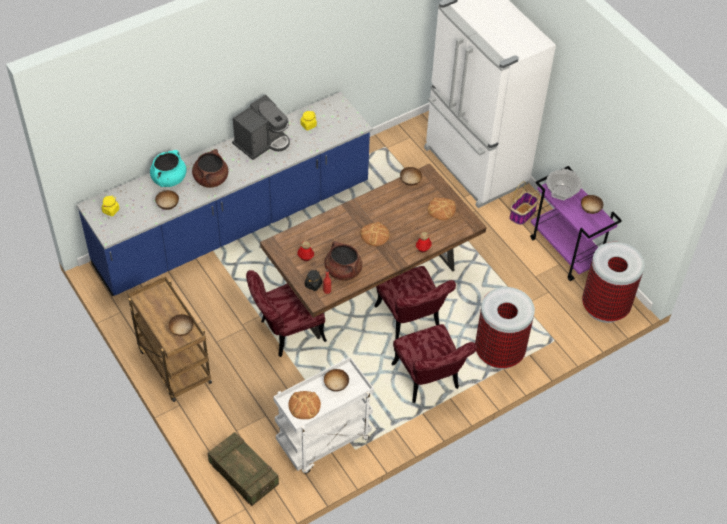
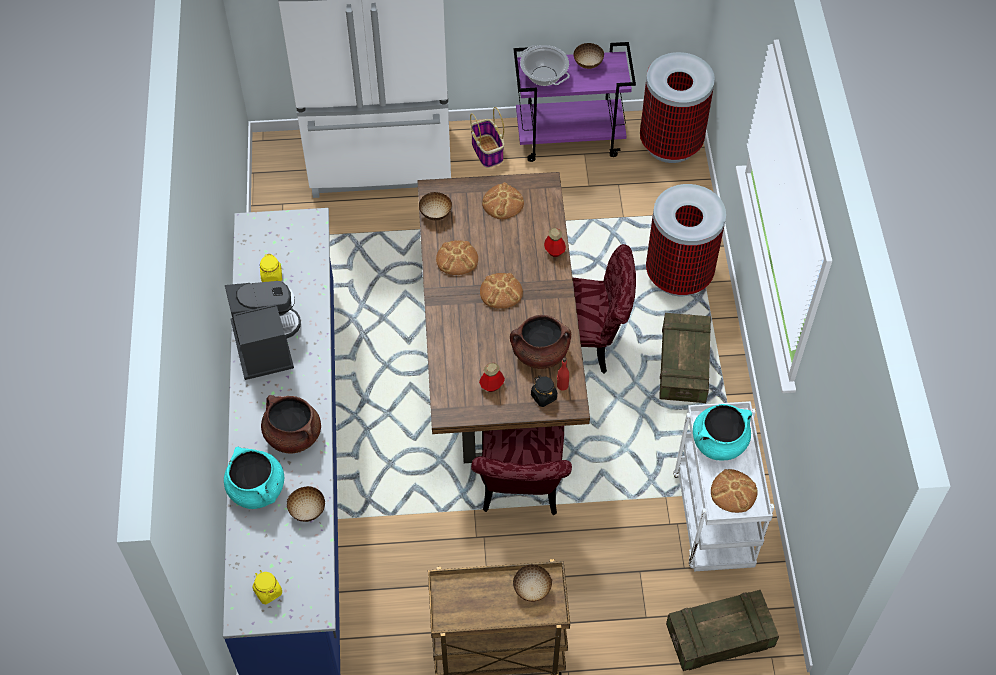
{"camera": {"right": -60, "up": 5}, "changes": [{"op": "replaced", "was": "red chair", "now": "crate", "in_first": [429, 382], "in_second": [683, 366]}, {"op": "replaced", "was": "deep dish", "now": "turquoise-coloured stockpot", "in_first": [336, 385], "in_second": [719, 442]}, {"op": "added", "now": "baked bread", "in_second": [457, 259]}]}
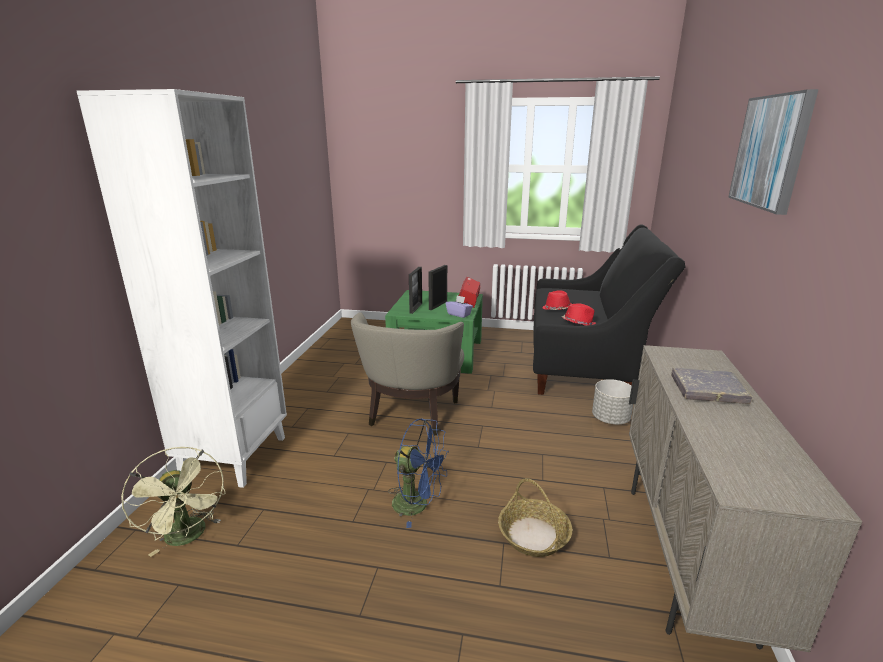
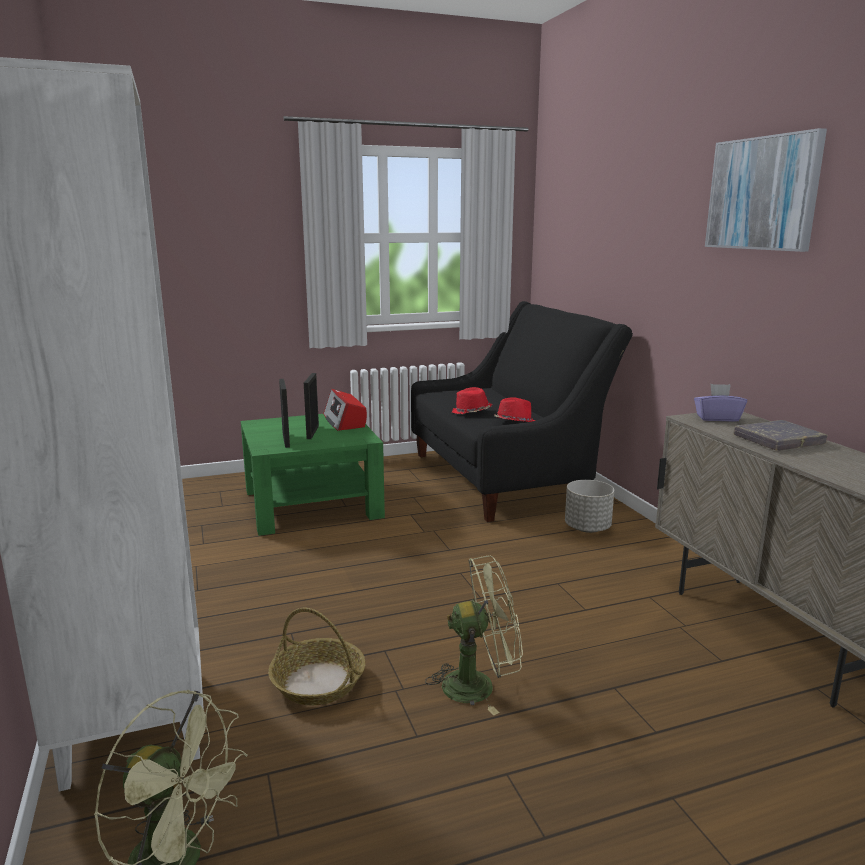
{"camera": {"right": -30, "up": -5}, "changes": [{"op": "moved", "was": "purple tissue box", "in_first": [459, 314], "in_second": [717, 418]}, {"op": "removed", "was": "beige easy chair", "in_first": [411, 415]}, {"op": "recoloured", "was": "blue electric fan", "now": "green-coloured electric fan", "in_first": [418, 505], "in_second": [479, 685]}, {"op": "moved", "was": "basket", "in_first": [534, 535], "in_second": [318, 682]}]}
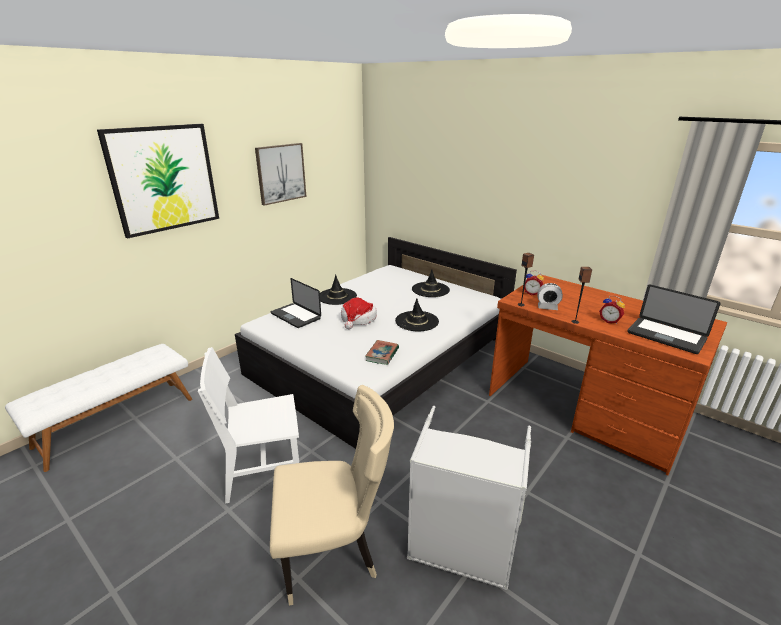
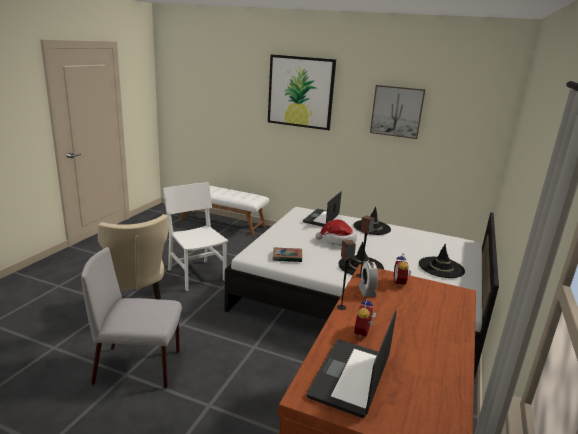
{"camera": {"right": 70, "up": -5}, "changes": [{"op": "replaced", "was": "grey washing basket", "now": "grey chair", "in_first": [460, 550], "in_second": [139, 367]}]}
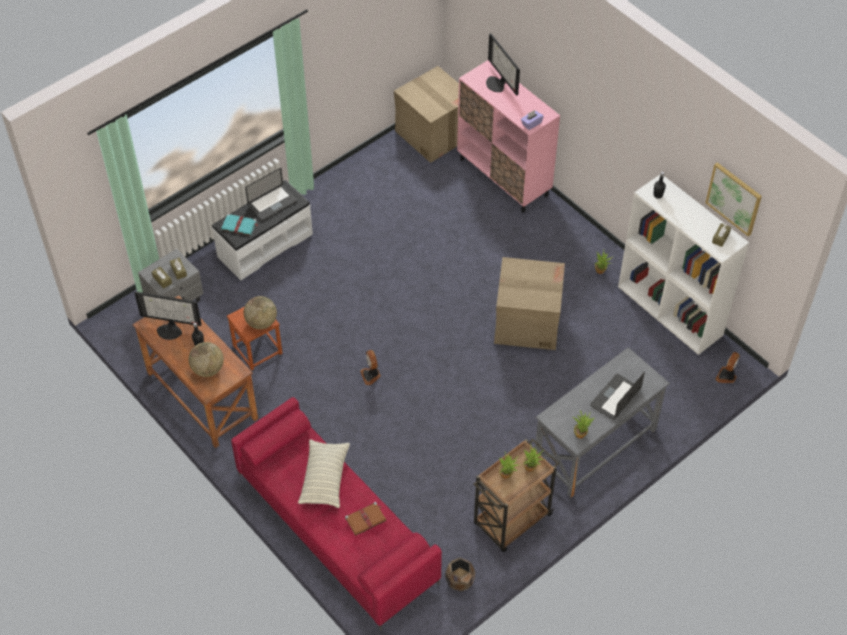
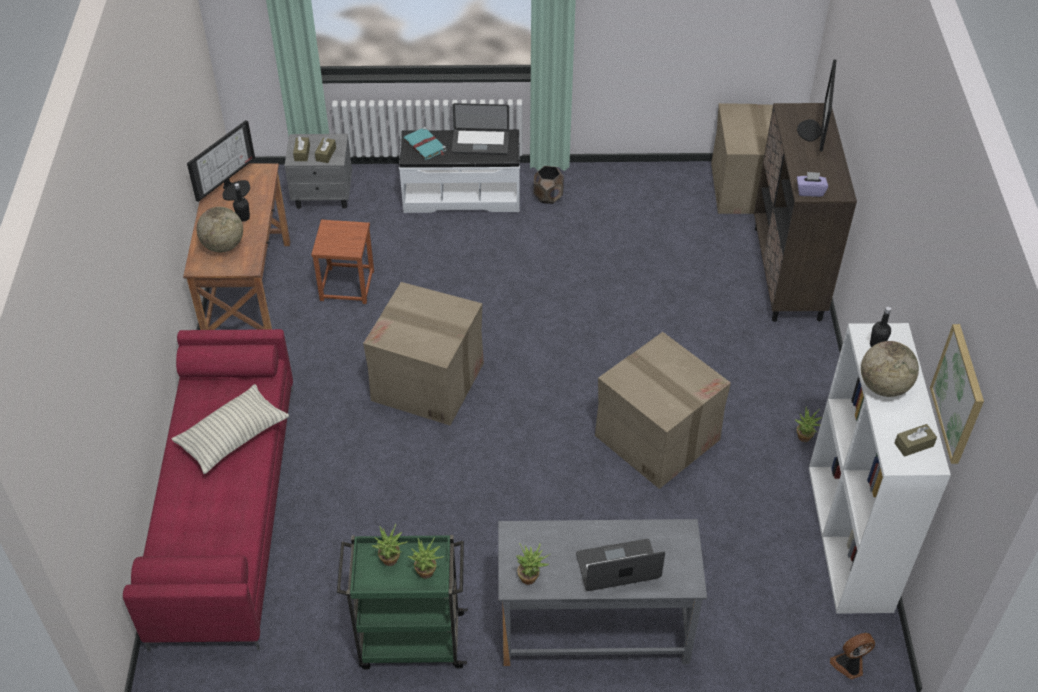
{"camera": {"right": 40, "up": -5}, "changes": [{"op": "recoloured", "was": "pink-coloured cabinet", "now": "brownish cabinet", "in_first": [504, 177], "in_second": [787, 273]}, {"op": "turned", "was": "monitor", "in_first": [170, 329], "in_second": [234, 189], "clockwise": -105}, {"op": "moved", "was": "globe", "in_first": [261, 322], "in_second": [883, 386]}, {"op": "replaced", "was": "electric fan", "now": "carton", "in_first": [371, 375], "in_second": [428, 382]}, {"op": "recoloured", "was": "brownish cart", "now": "green-coloured cart", "in_first": [511, 521], "in_second": [410, 641]}, {"op": "removed", "was": "brownish volume", "in_first": [366, 519]}, {"op": "moved", "was": "brownish planter", "in_first": [460, 580], "in_second": [548, 196]}]}
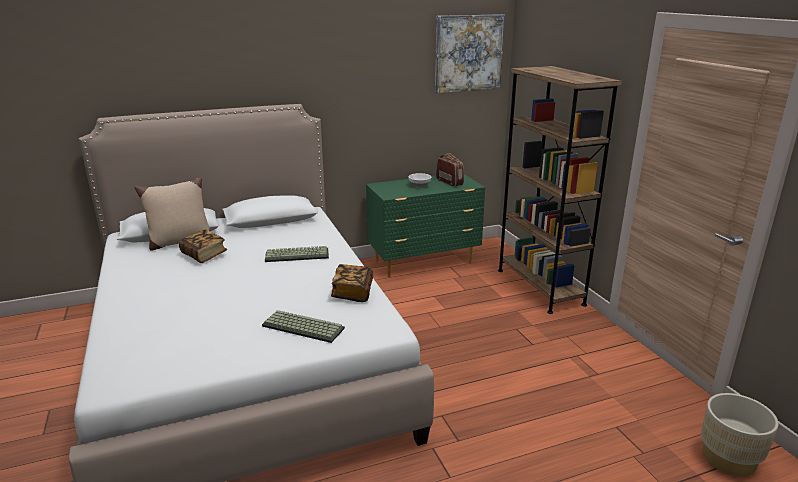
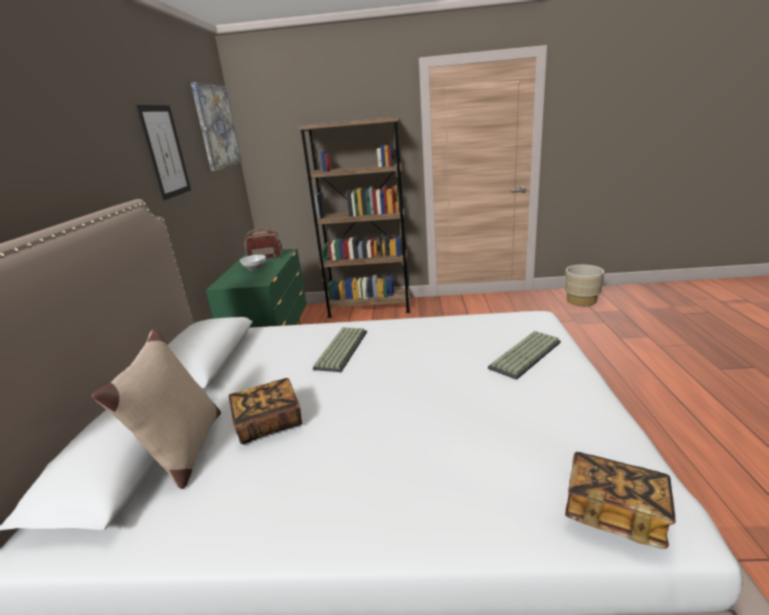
{"camera": {"right": -65, "up": 0}, "changes": [{"op": "moved", "was": "volume", "in_first": [352, 292], "in_second": [614, 512]}, {"op": "added", "now": "wall art", "in_second": [165, 152]}]}
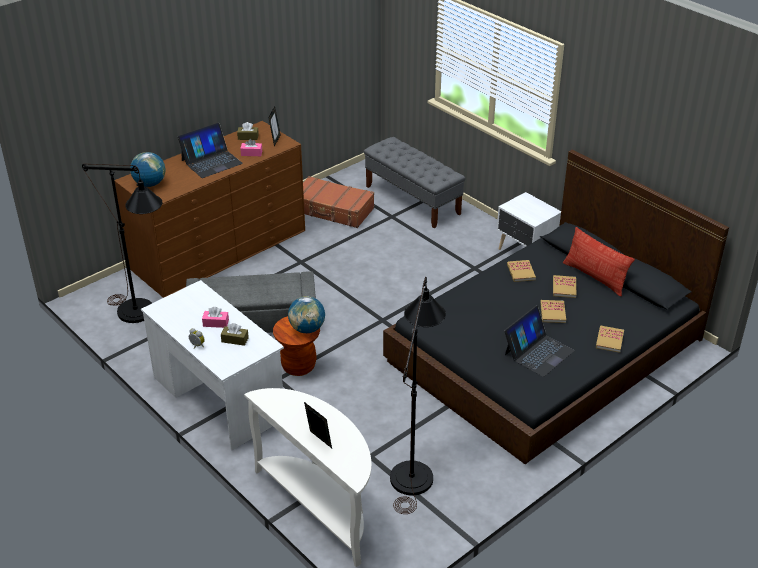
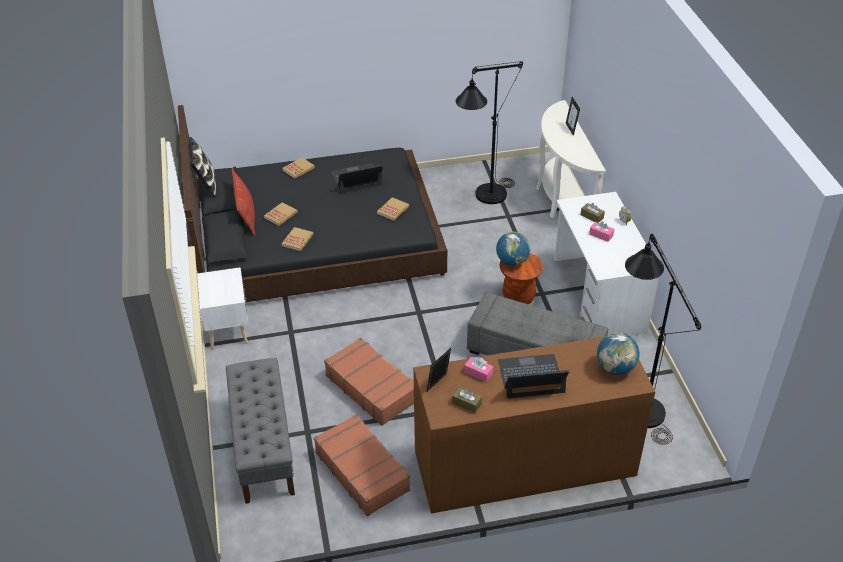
{"camera": {"right": -150, "up": 5}, "changes": [{"op": "moved", "was": "volume", "in_first": [552, 312], "in_second": [393, 210]}, {"op": "added", "now": "pillow", "in_second": [206, 184]}, {"op": "added", "now": "brownish piece of luggage", "in_second": [372, 388]}]}
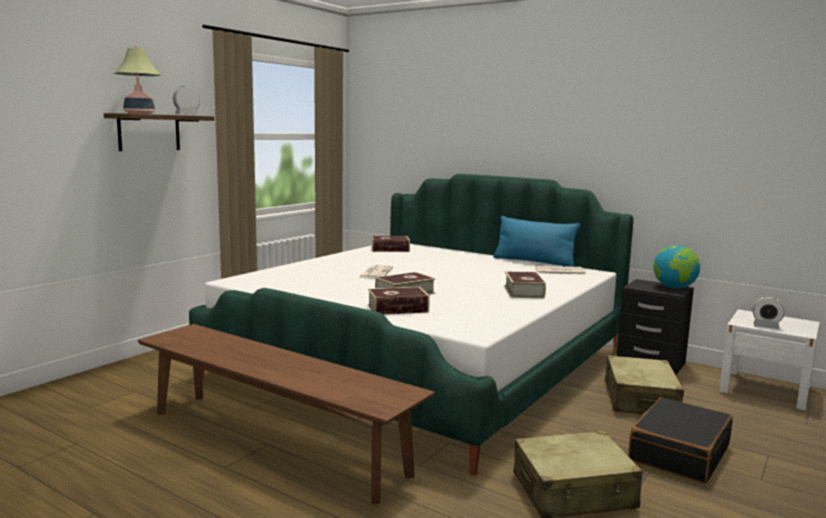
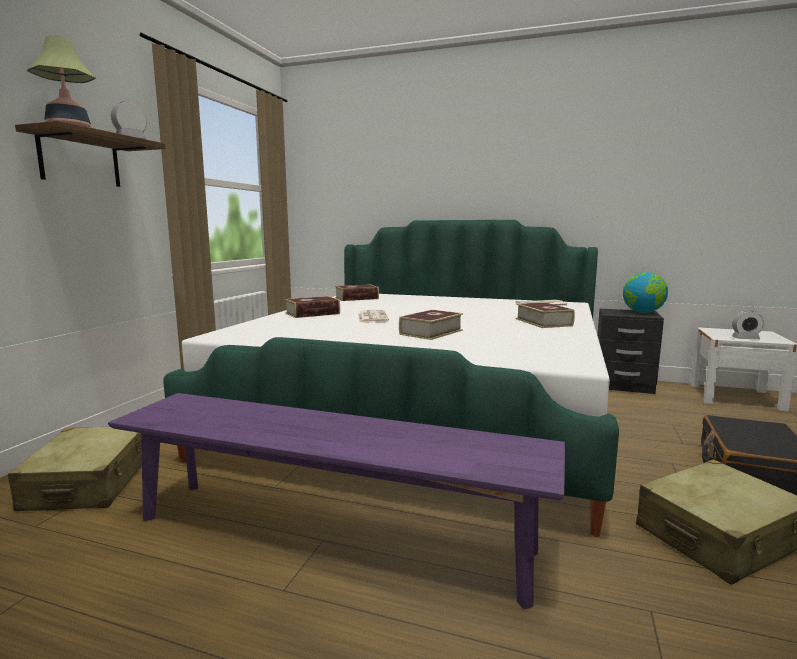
{"camera": {"right": -15, "up": 0}, "changes": [{"op": "removed", "was": "blue pillow", "in_first": [534, 262]}, {"op": "moved", "was": "volume", "in_first": [397, 308], "in_second": [312, 313]}, {"op": "recoloured", "was": "brownish bench", "now": "purple bench", "in_first": [274, 442], "in_second": [328, 534]}, {"op": "moved", "was": "beige piece of luggage", "in_first": [640, 400], "in_second": [88, 484]}]}
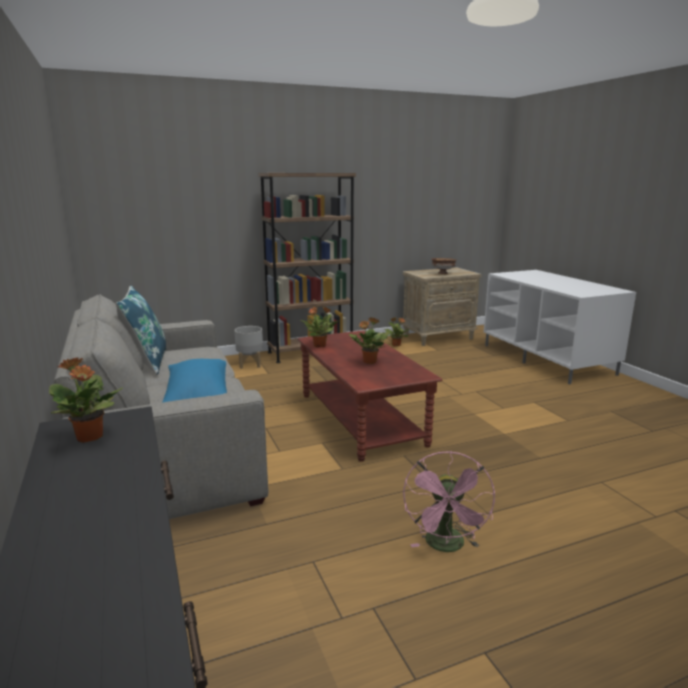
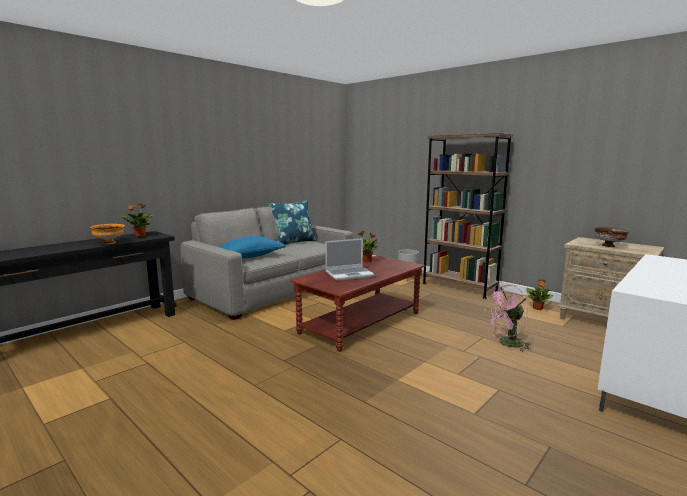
{"camera": {"right": 65, "up": -5}, "changes": [{"op": "replaced", "was": "houseplant", "now": "notebook computer", "in_first": [369, 362], "in_second": [349, 274]}, {"op": "moved", "was": "pink-coloured electric fan", "in_first": [446, 546], "in_second": [507, 344]}, {"op": "added", "now": "orange deep dish", "in_second": [109, 243]}]}
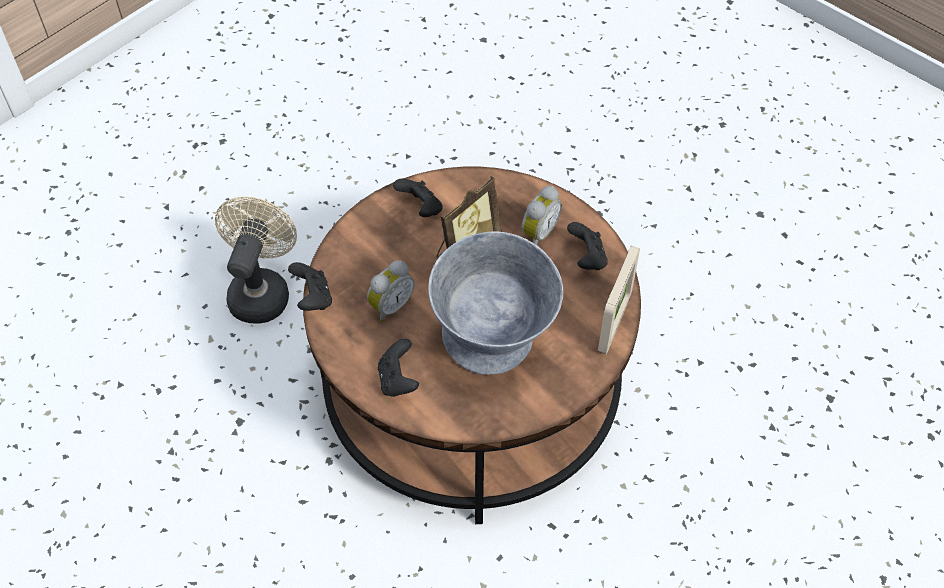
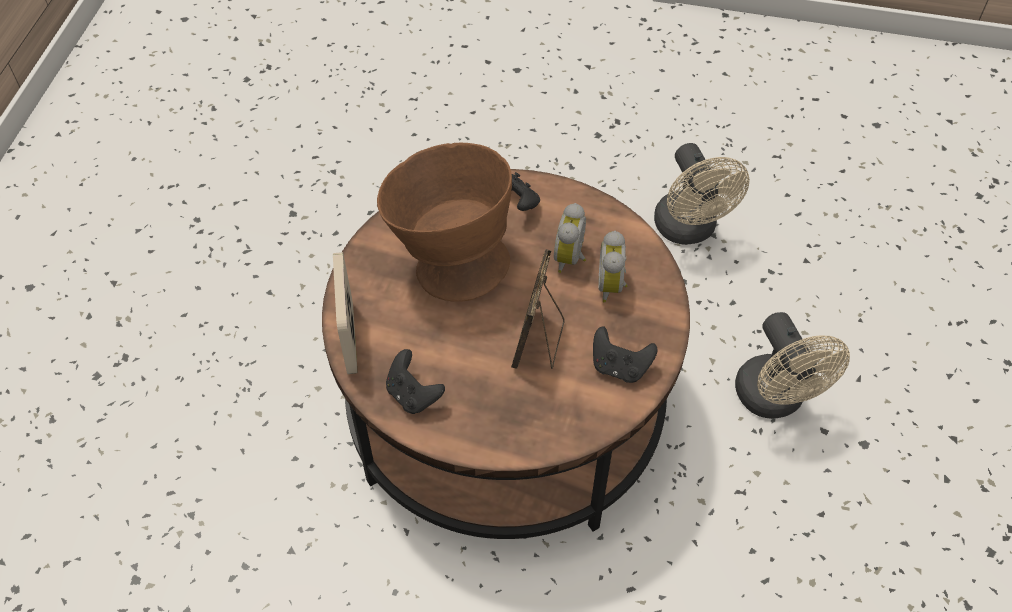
{"camera": {"right": 150, "up": 0}, "changes": [{"op": "moved", "was": "bedside clock", "in_first": [538, 232], "in_second": [612, 285]}, {"op": "recoloured", "was": "grey deep dish", "now": "brownish deep dish", "in_first": [493, 352], "in_second": [450, 261]}, {"op": "removed", "was": "blackish joypad", "in_first": [313, 298]}, {"op": "added", "now": "beige electric fan", "in_second": [689, 230]}]}
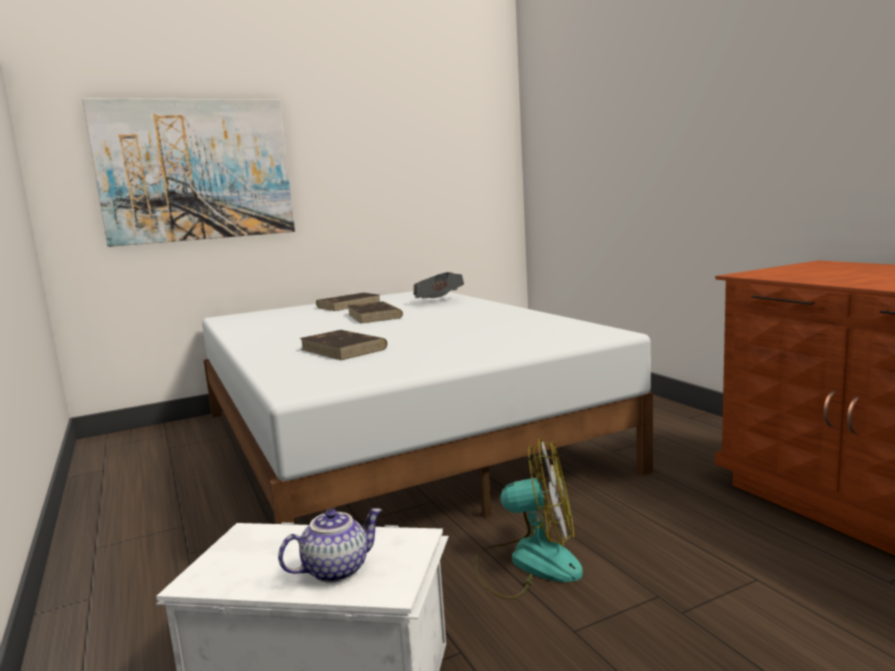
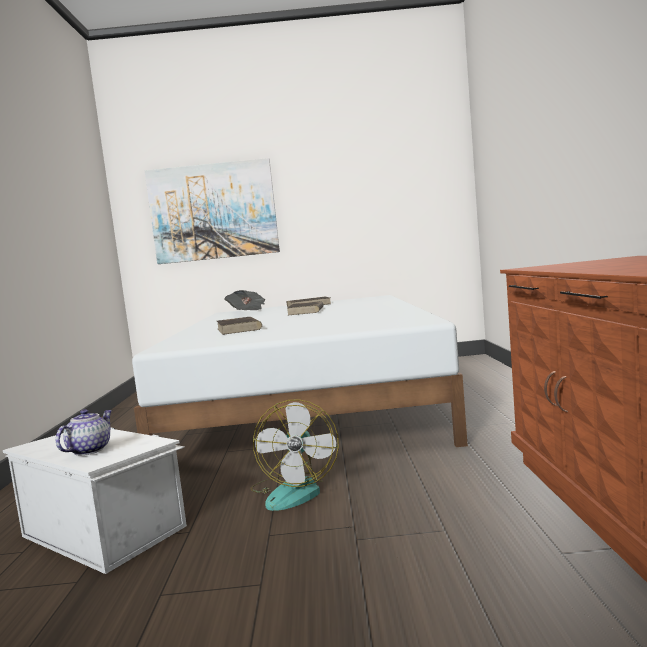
{"camera": {"right": 25, "up": -5}, "changes": [{"op": "moved", "was": "daily paper", "in_first": [439, 301], "in_second": [247, 312]}, {"op": "turned", "was": "electric fan", "in_first": [528, 562], "in_second": [294, 490], "clockwise": 60}, {"op": "turned", "was": "teapot", "in_first": [336, 569], "in_second": [89, 450], "clockwise": -60}]}
